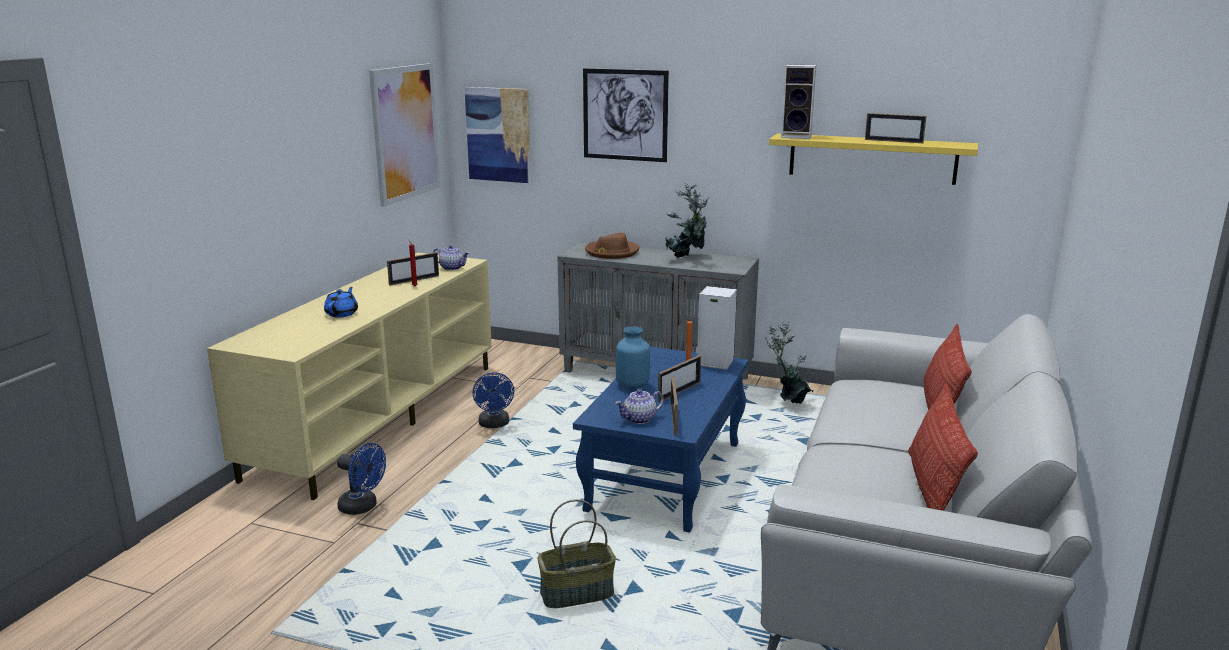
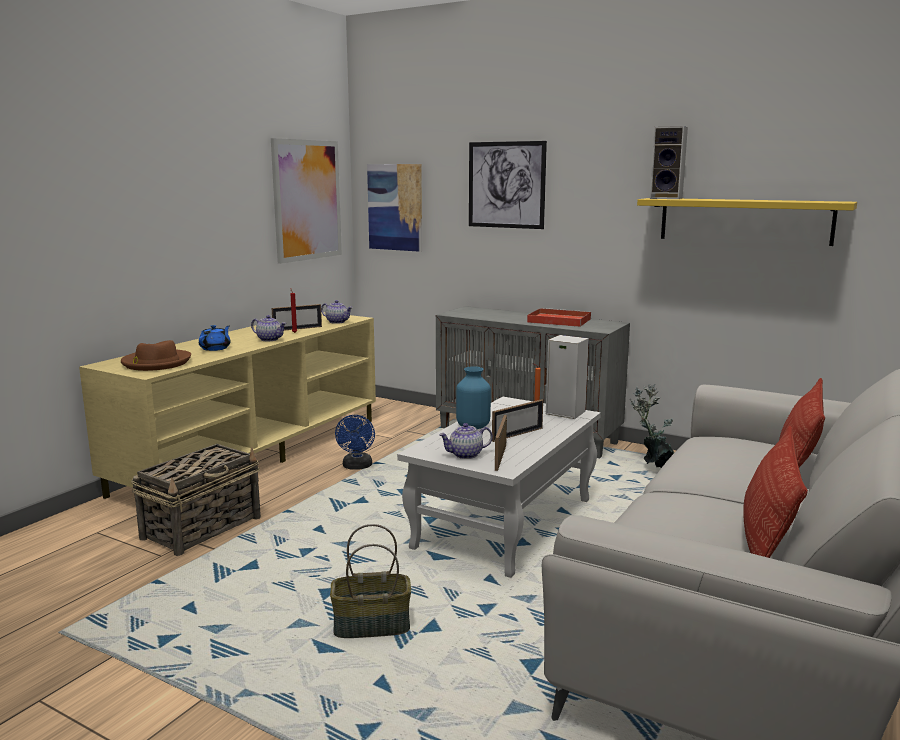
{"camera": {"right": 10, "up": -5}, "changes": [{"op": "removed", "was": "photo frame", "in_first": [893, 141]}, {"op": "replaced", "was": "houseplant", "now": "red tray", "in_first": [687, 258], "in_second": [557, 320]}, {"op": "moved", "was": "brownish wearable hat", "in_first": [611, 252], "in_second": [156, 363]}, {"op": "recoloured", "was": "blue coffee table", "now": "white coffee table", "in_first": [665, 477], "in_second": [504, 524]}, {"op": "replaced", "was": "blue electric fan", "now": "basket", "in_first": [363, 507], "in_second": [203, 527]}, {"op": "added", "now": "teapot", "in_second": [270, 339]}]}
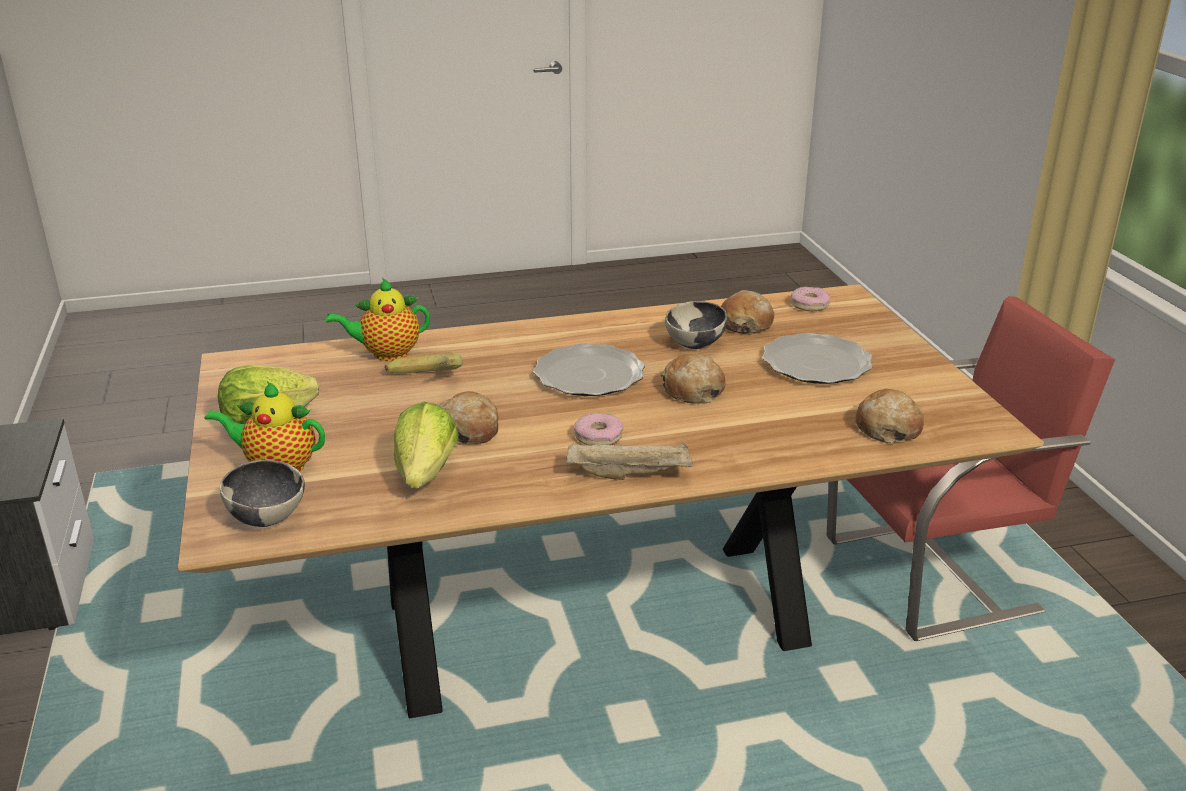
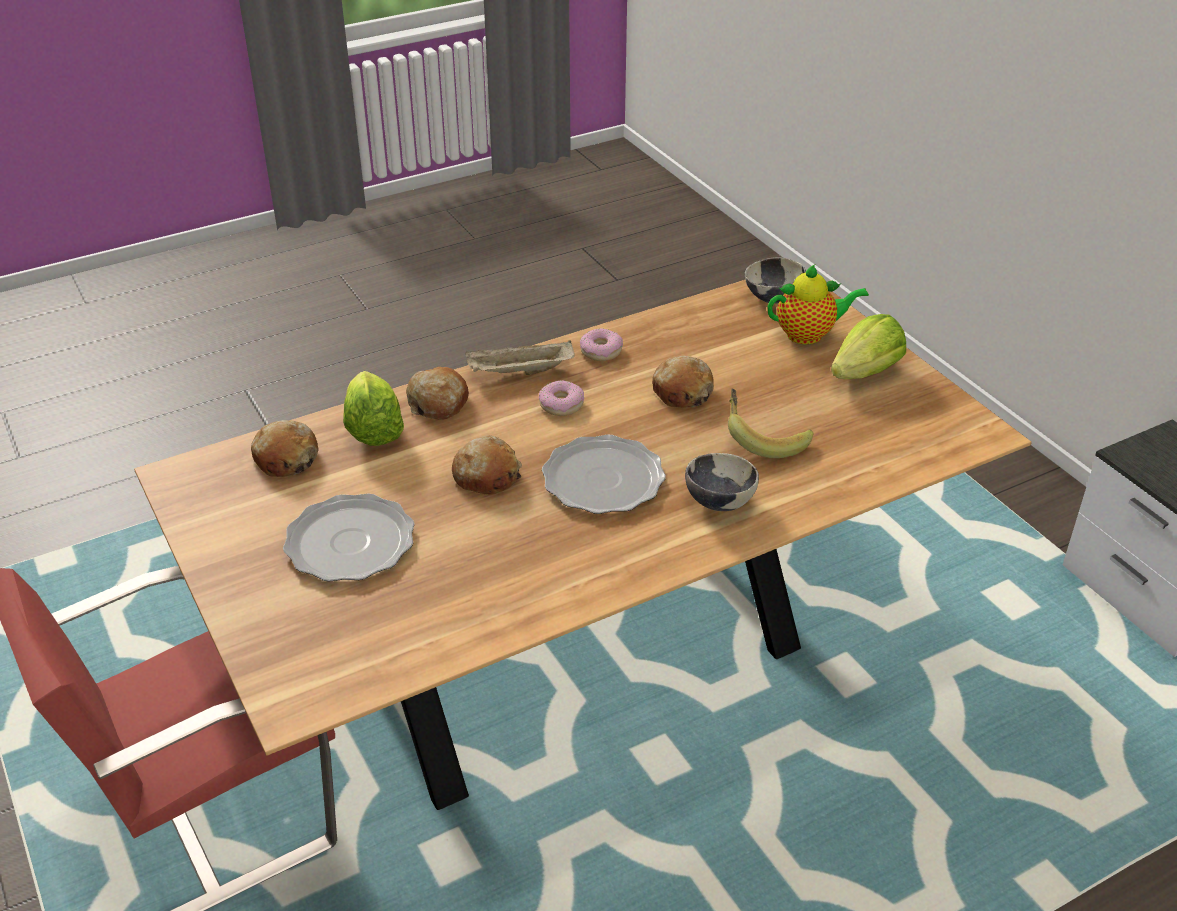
{"camera": {"right": 165, "up": 10}, "changes": [{"op": "removed", "was": "teapot", "in_first": [386, 354]}, {"op": "moved", "was": "donut", "in_first": [809, 305], "in_second": [601, 351]}, {"op": "moved", "was": "baked bread", "in_first": [745, 324], "in_second": [438, 403]}, {"op": "moved", "was": "deep dish", "in_first": [695, 344], "in_second": [719, 502]}, {"op": "moved", "was": "lettuce", "in_first": [425, 474], "in_second": [373, 429]}]}
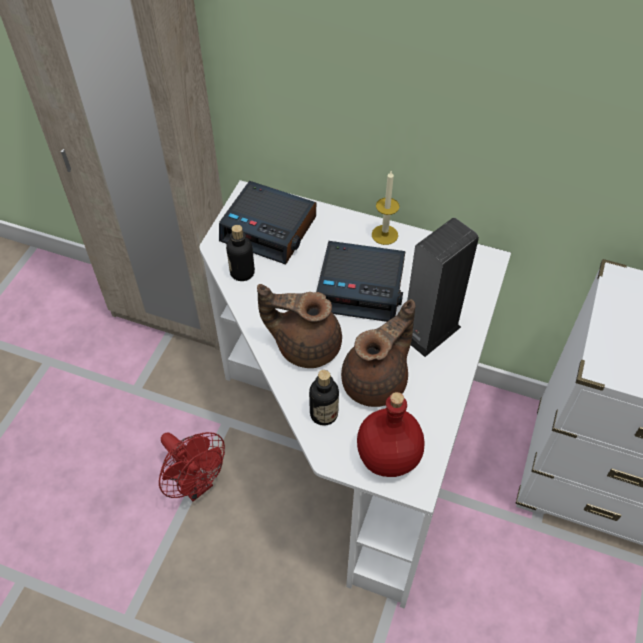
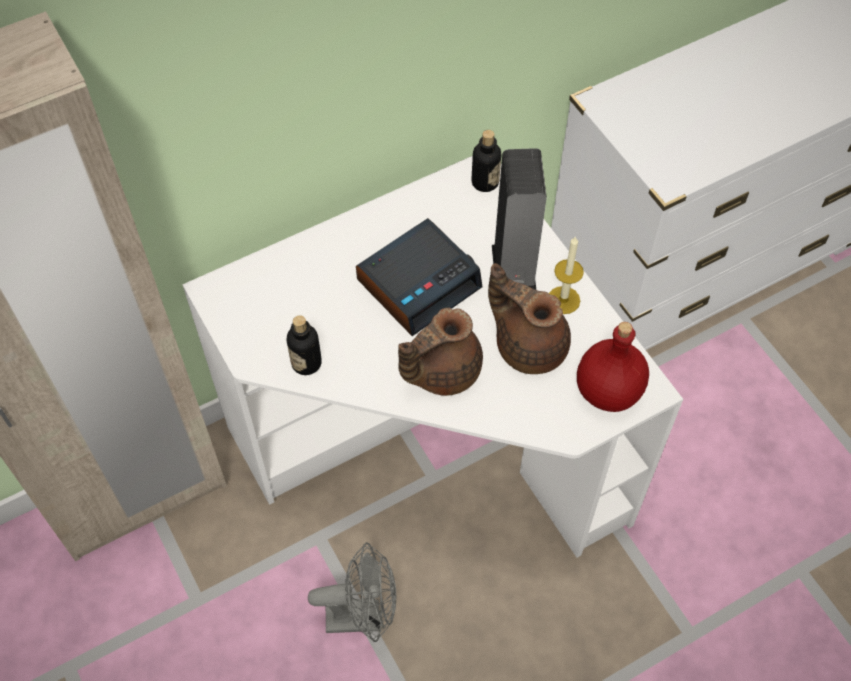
{"camera": {"right": -50, "up": 5}, "changes": [{"op": "moved", "was": "wax light", "in_first": [384, 235], "in_second": [563, 300]}, {"op": "removed", "was": "bedside clock", "in_first": [270, 229]}, {"op": "turned", "was": "brownish teapot", "in_first": [377, 381], "in_second": [528, 345], "clockwise": -45}, {"op": "moved", "was": "bottle", "in_first": [324, 414], "in_second": [485, 182]}, {"op": "recoloured", "was": "red electric fan", "now": "grey electric fan", "in_first": [195, 484], "in_second": [362, 615]}]}
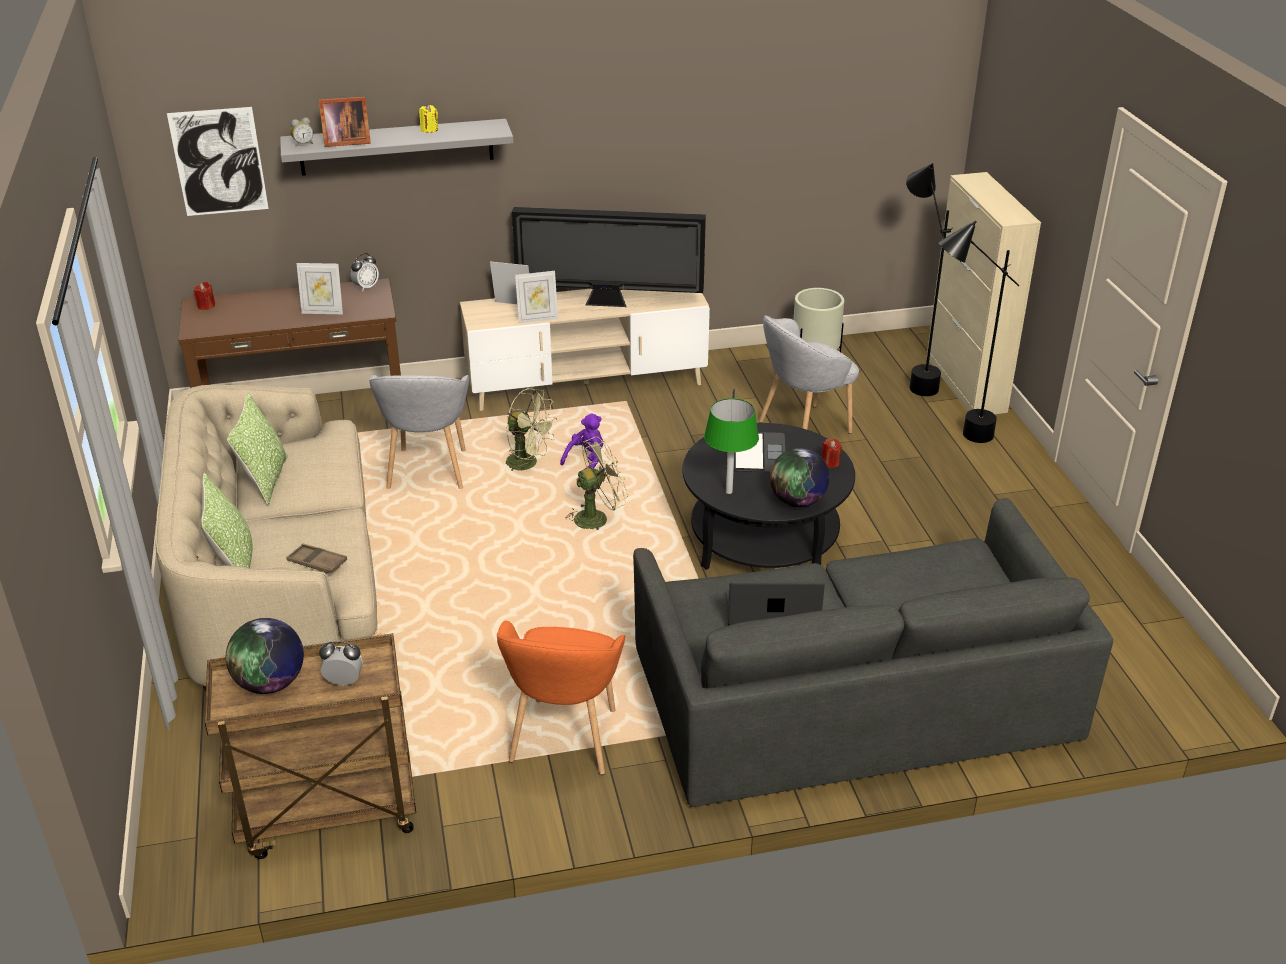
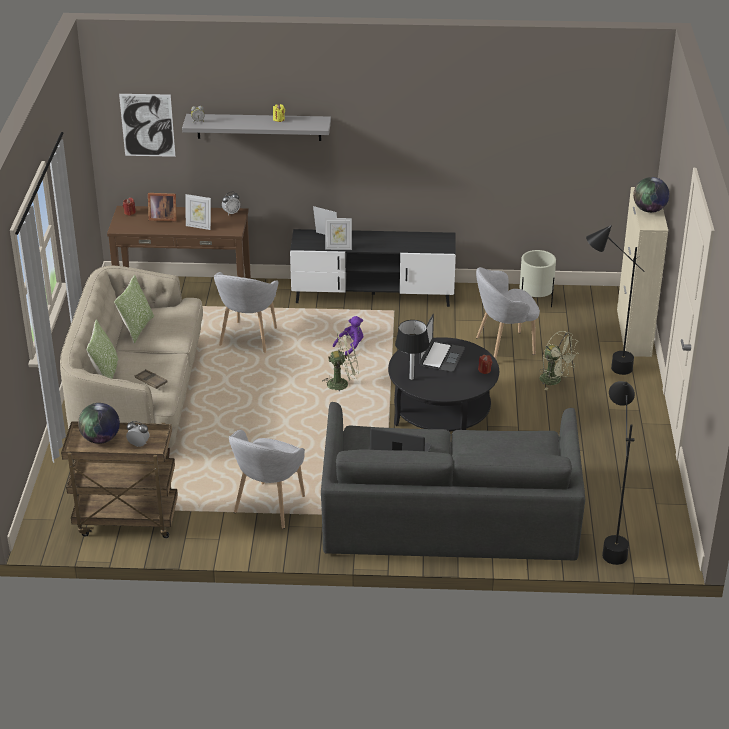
{"camera": {"right": 15, "up": 0}, "changes": [{"op": "moved", "was": "photo frame", "in_first": [345, 142], "in_second": [162, 217]}, {"op": "moved", "was": "blackish floor lamp", "in_first": [912, 376], "in_second": [610, 542]}, {"op": "removed", "was": "TV set", "in_first": [609, 303]}, {"op": "recoloured", "was": "beige tv unit", "now": "blackish tv unit", "in_first": [586, 383], "in_second": [373, 294]}, {"op": "moved", "was": "green-coloured electric fan", "in_first": [528, 463], "in_second": [555, 381]}, {"op": "recoloured", "was": "green-coloured table lamp", "now": "blackish table lamp", "in_first": [729, 492], "in_second": [411, 378]}, {"op": "moved", "was": "globe", "in_first": [797, 501], "in_second": [649, 210]}, {"op": "recoloured", "was": "orange easy chair", "now": "grey easy chair", "in_first": [564, 740], "in_second": [269, 506]}]}
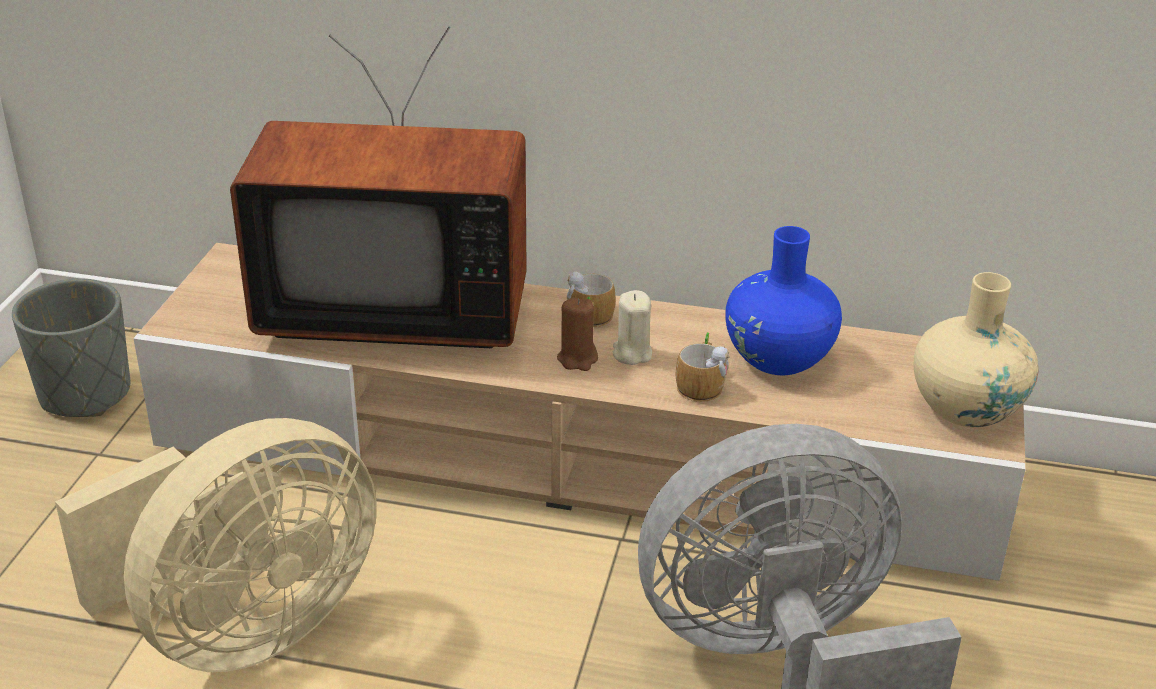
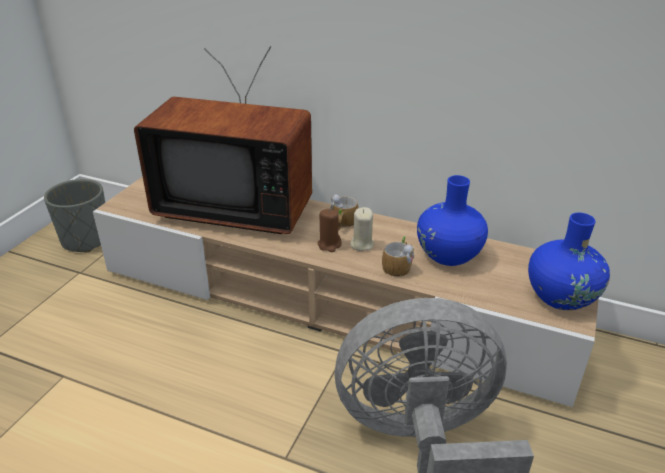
{"camera": {"right": 10, "up": 0}, "changes": [{"op": "recoloured", "was": "beige vase", "now": "blue vase", "in_first": [966, 408], "in_second": [560, 297]}, {"op": "removed", "was": "beige electric fan", "in_first": [242, 629]}]}
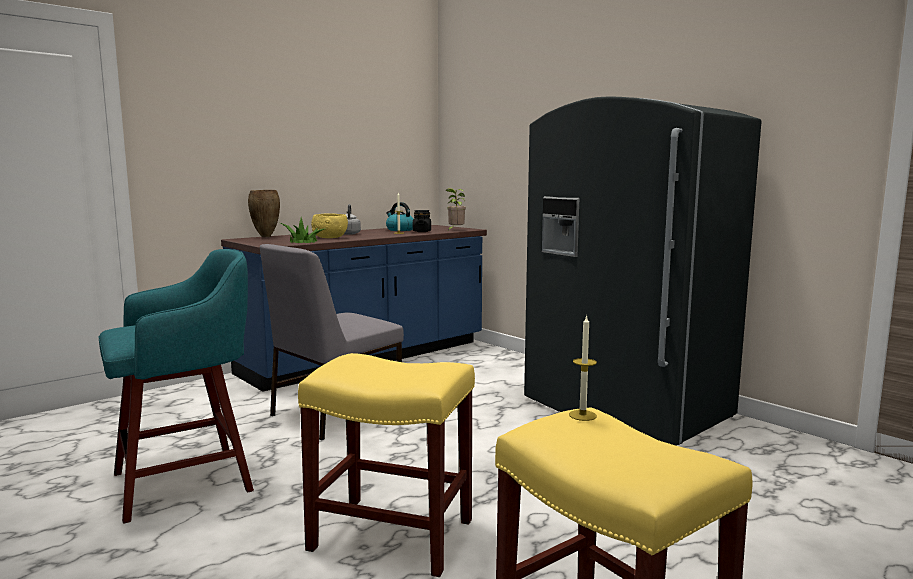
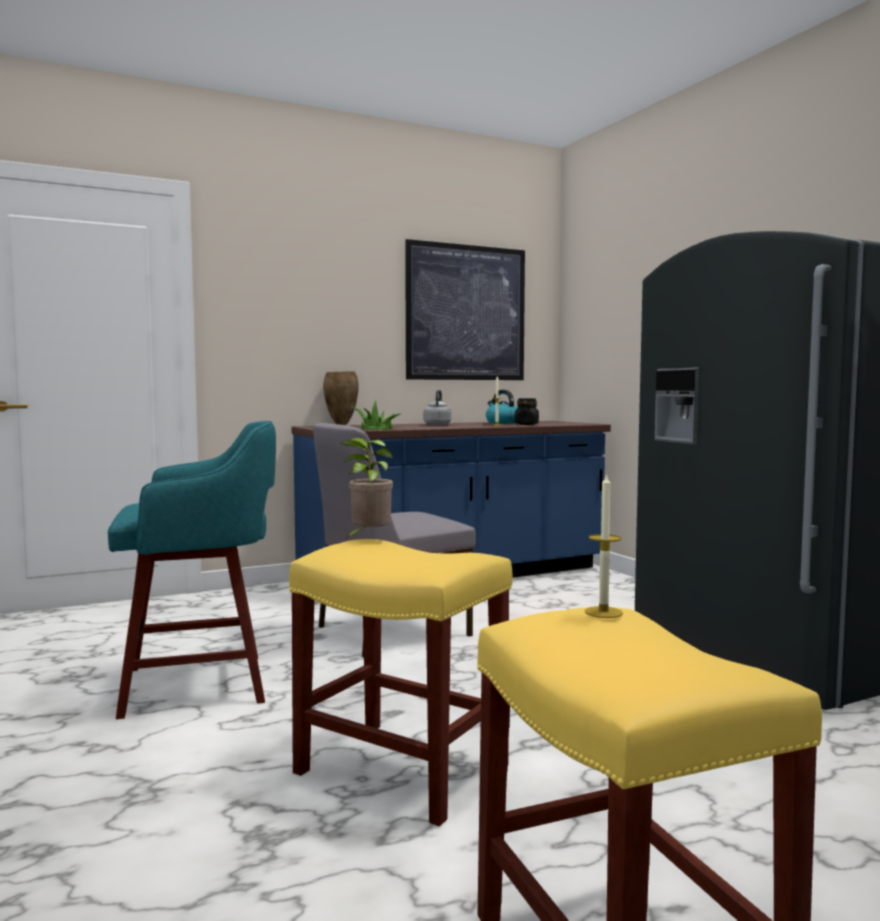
{"camera": {"right": 15, "up": -5}, "changes": [{"op": "moved", "was": "houseplant", "in_first": [455, 230], "in_second": [368, 539]}, {"op": "removed", "was": "yellowish deep dish", "in_first": [330, 238]}, {"op": "added", "now": "wall art", "in_second": [466, 313]}]}
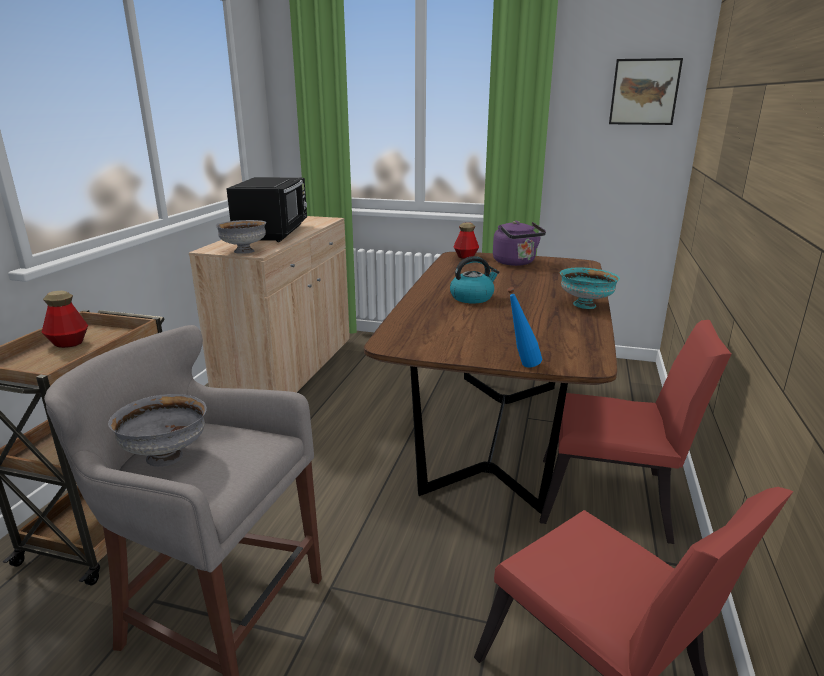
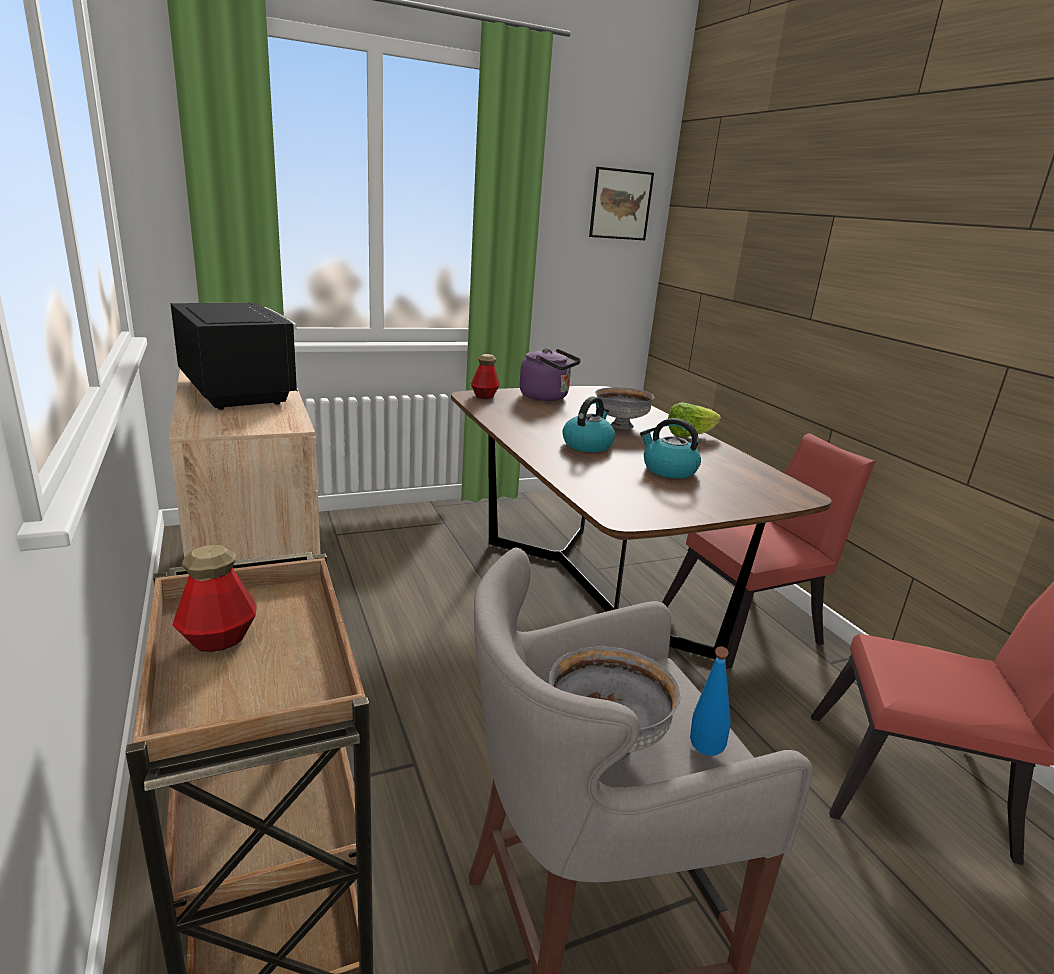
{"camera": {"right": -40, "up": 0}, "changes": [{"op": "moved", "was": "grey deep dish", "in_first": [243, 251], "in_second": [620, 426]}, {"op": "replaced", "was": "turquoise-coloured deep dish", "now": "lettuce", "in_first": [585, 305], "in_second": [689, 435]}, {"op": "moved", "was": "blue bottle", "in_first": [521, 366], "in_second": [702, 757]}, {"op": "added", "now": "kettle", "in_second": [668, 470]}]}
